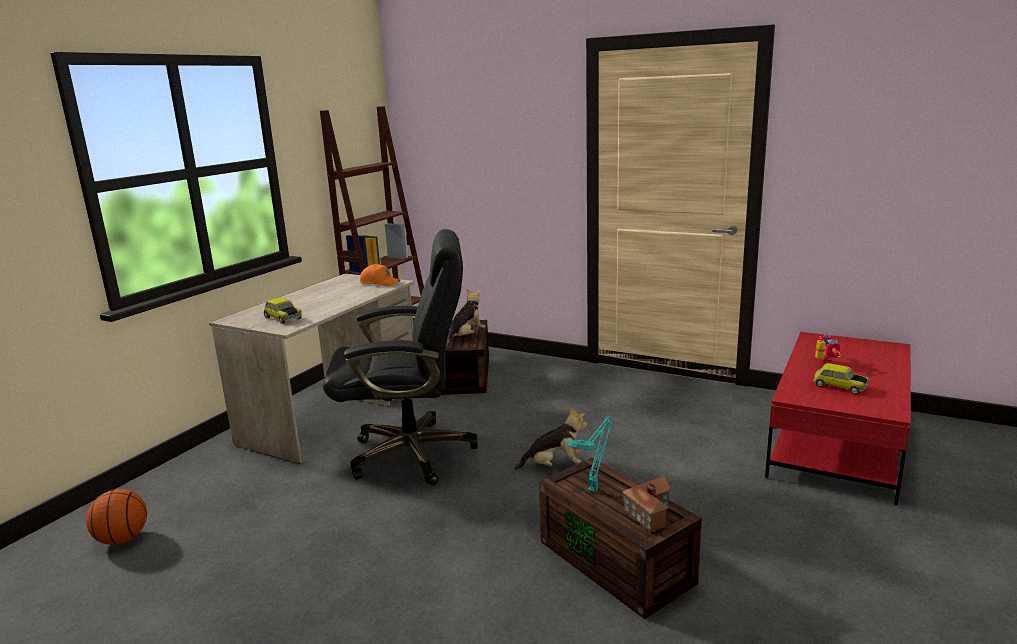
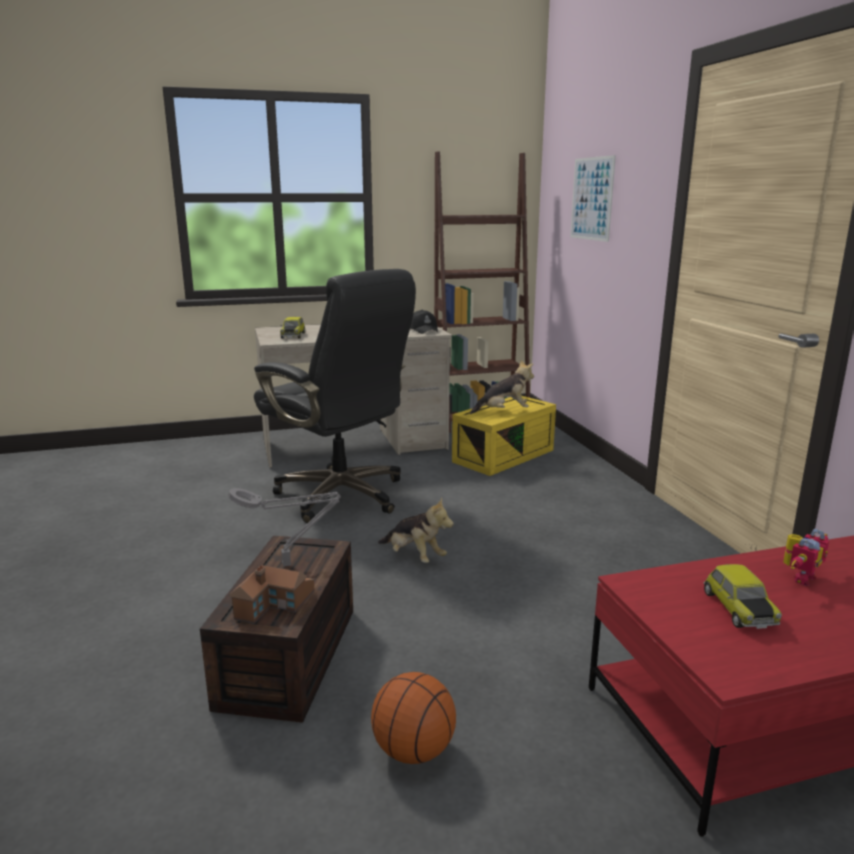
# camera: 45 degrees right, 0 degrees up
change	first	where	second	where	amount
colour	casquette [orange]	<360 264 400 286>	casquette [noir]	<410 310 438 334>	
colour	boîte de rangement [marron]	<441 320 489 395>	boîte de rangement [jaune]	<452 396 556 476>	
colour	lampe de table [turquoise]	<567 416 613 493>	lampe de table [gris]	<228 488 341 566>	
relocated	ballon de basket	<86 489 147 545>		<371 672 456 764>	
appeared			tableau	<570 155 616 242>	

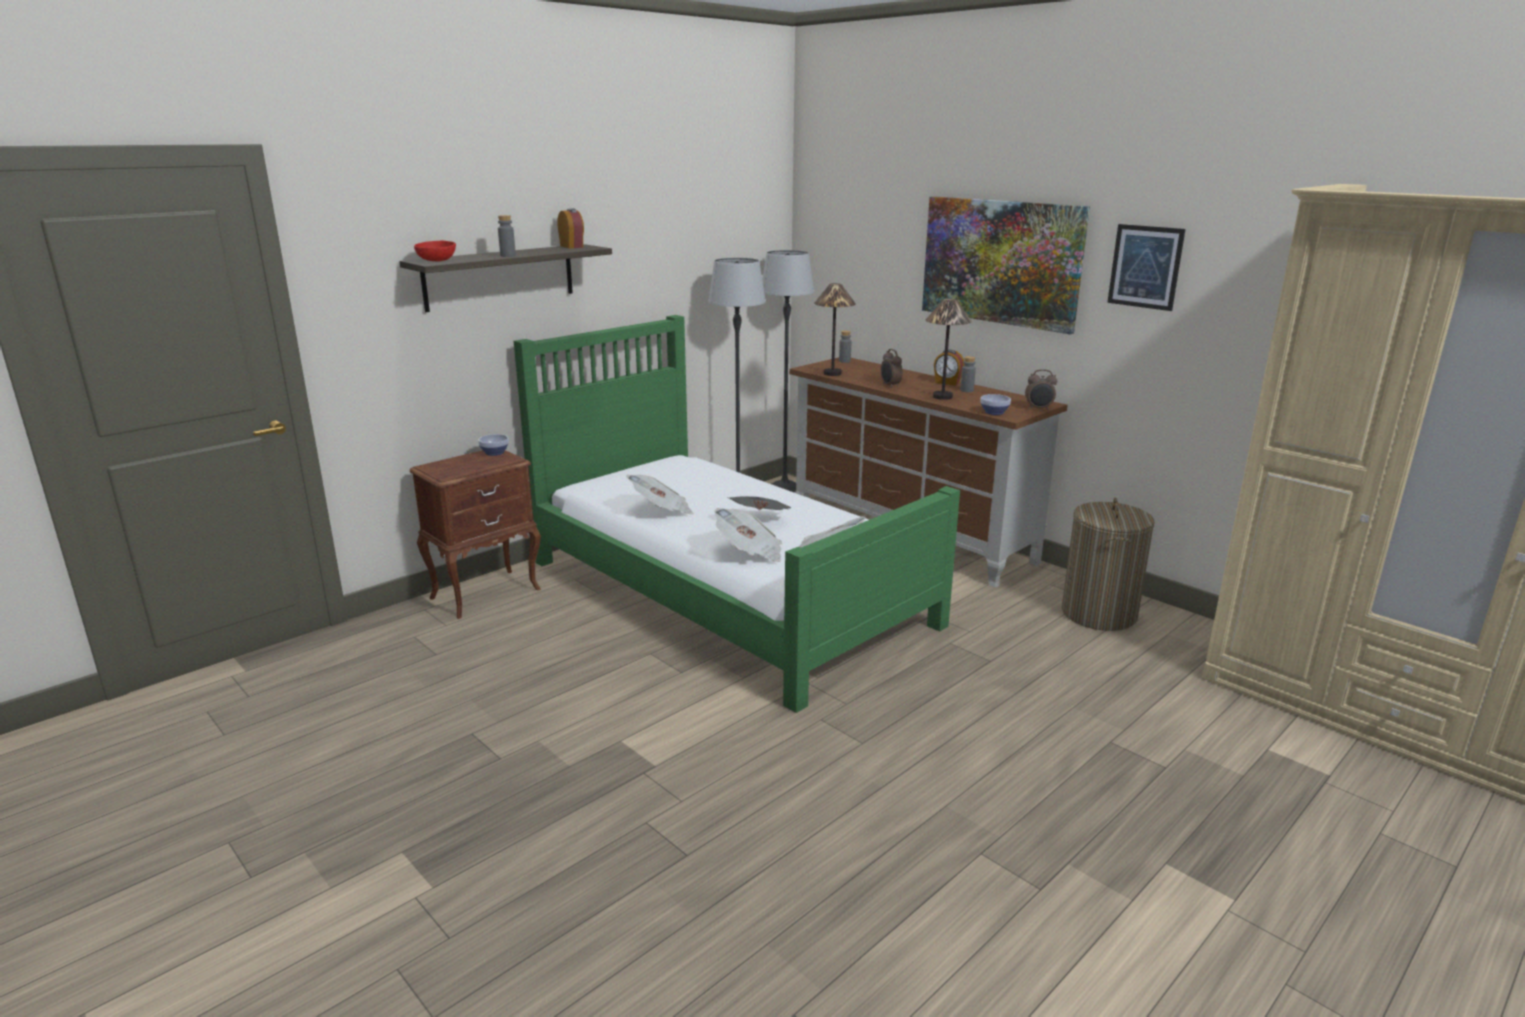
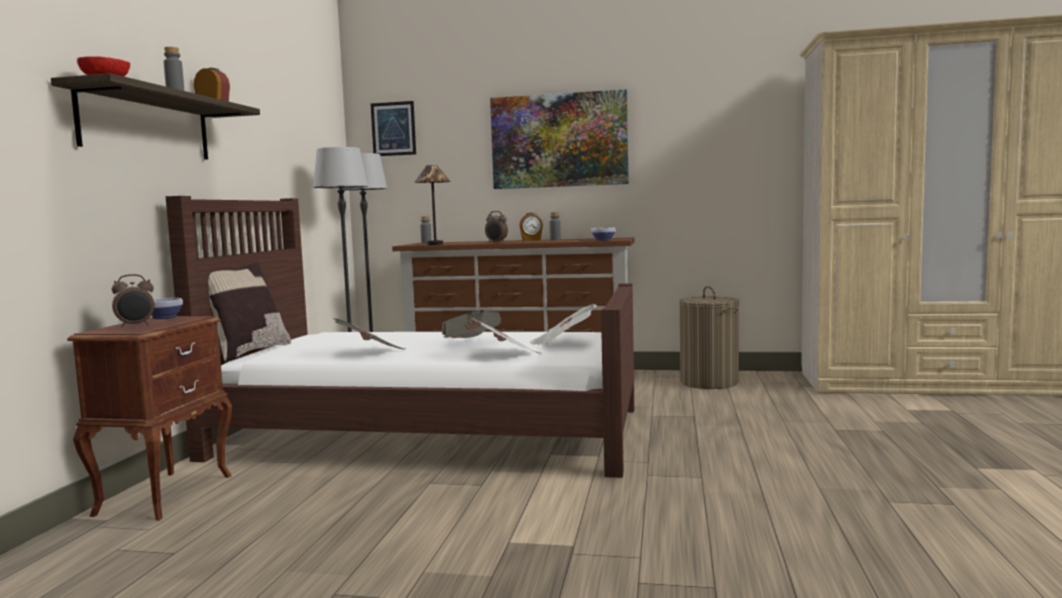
# camera: 35 degrees left, 15 degrees down
change	first	where	second	where	amount
relocated	tableau	<1107 224 1185 311>		<371 101 416 156>	
missing	lampe de table	<926 299 972 400>			
colour	lit [vert]	<514 315 960 713>	lit [marron]	<166 196 634 478>	
relocated	réveil	<1025 369 1057 410>		<112 274 155 328>	
appeared			coussin	<208 262 291 362>	

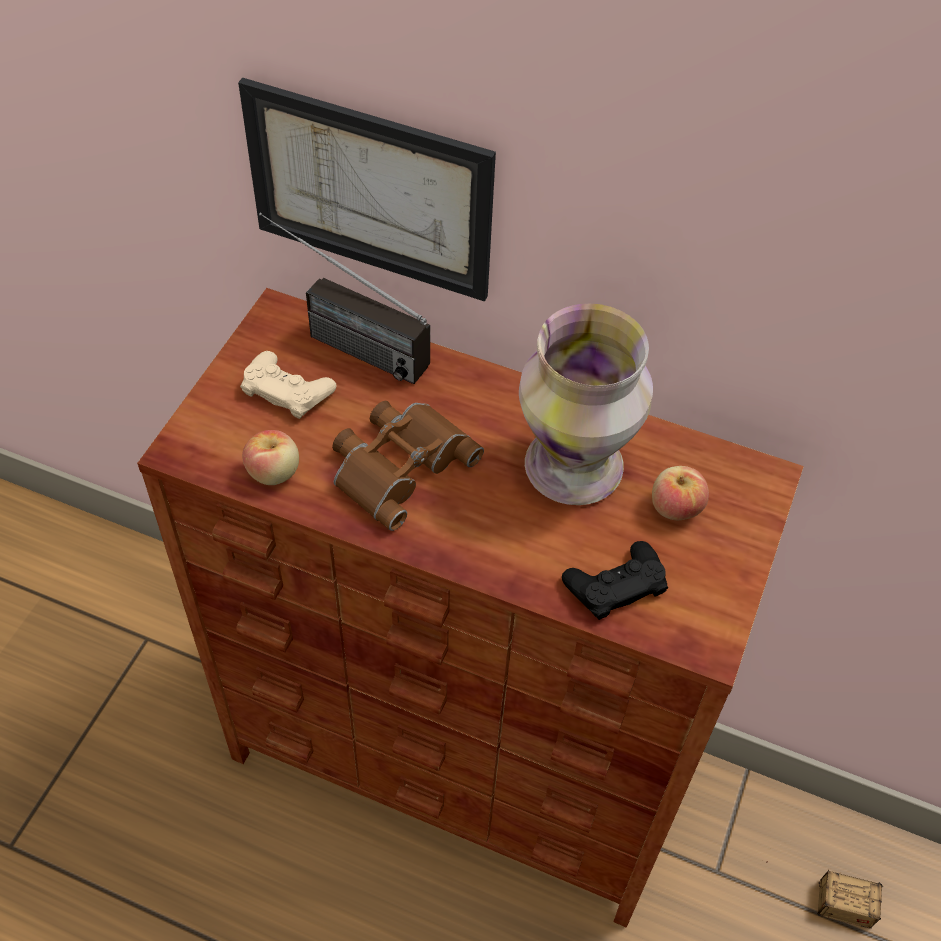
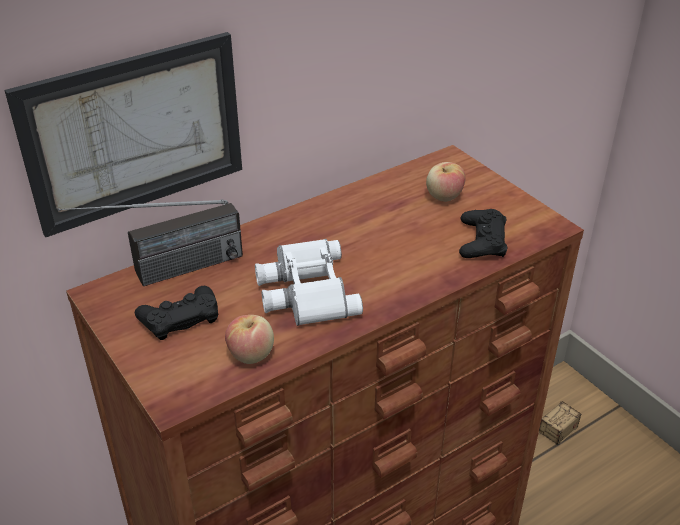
# camera: 55 degrees left, 15 degrees down
change	first	where	second	where	amount
missing	vase	<519 304 653 505>			
colour	manette [beige]	<240 351 337 419>	manette [noir]	<135 286 218 340>	
colour	jumelles [marron]	<332 400 484 531>	jumelles [blanc]	<255 239 363 326>	

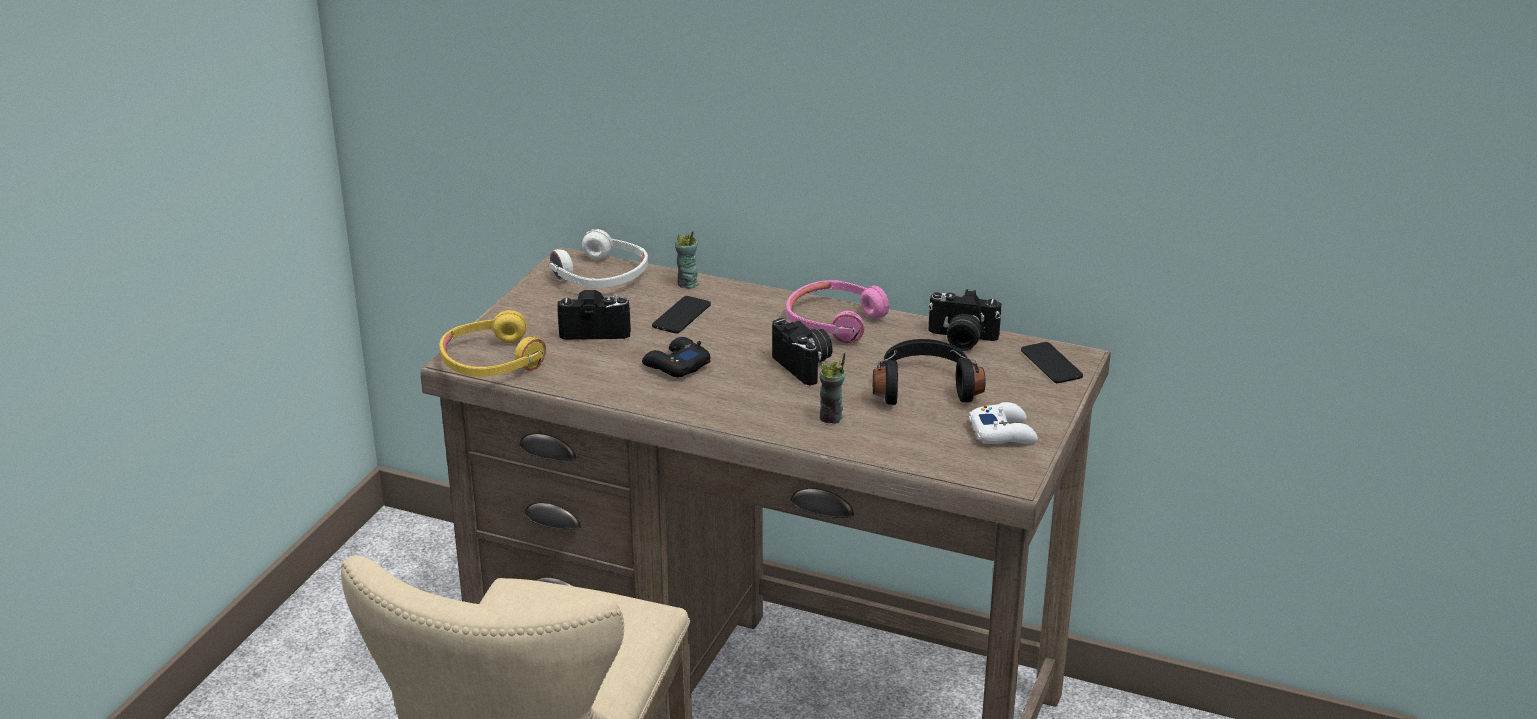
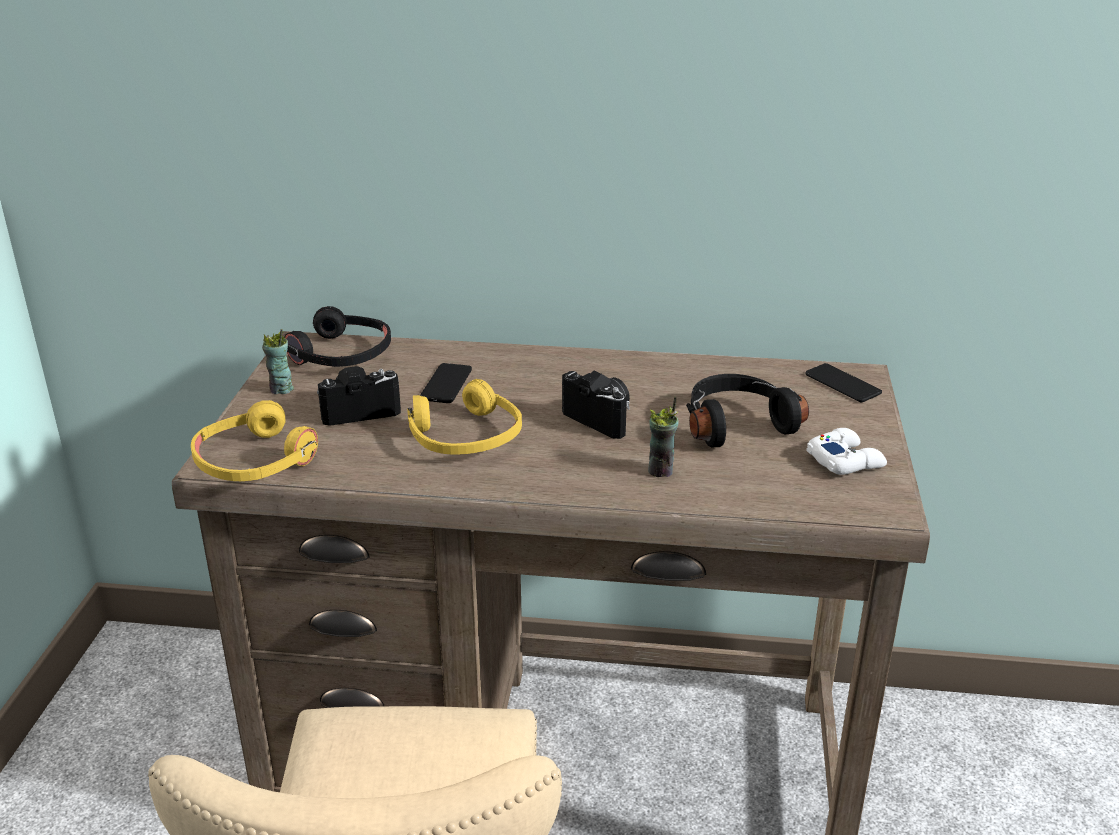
# camera: 15 degrees left, 0 degrees up
change	first	where	second	where	amount
colour	casque audio [blanc]	<548 229 648 288>	casque audio [noir]	<284 306 391 367>	
relocated	tasse	<675 231 699 289>		<262 329 294 394>	
missing	casque audio [rose]	<786 280 889 344>			
missing	appareil photo	<928 289 1001 351>			
exchanged	manette [noir]	<642 337 710 377>	casque audio [jaune]	<407 379 522 455>	

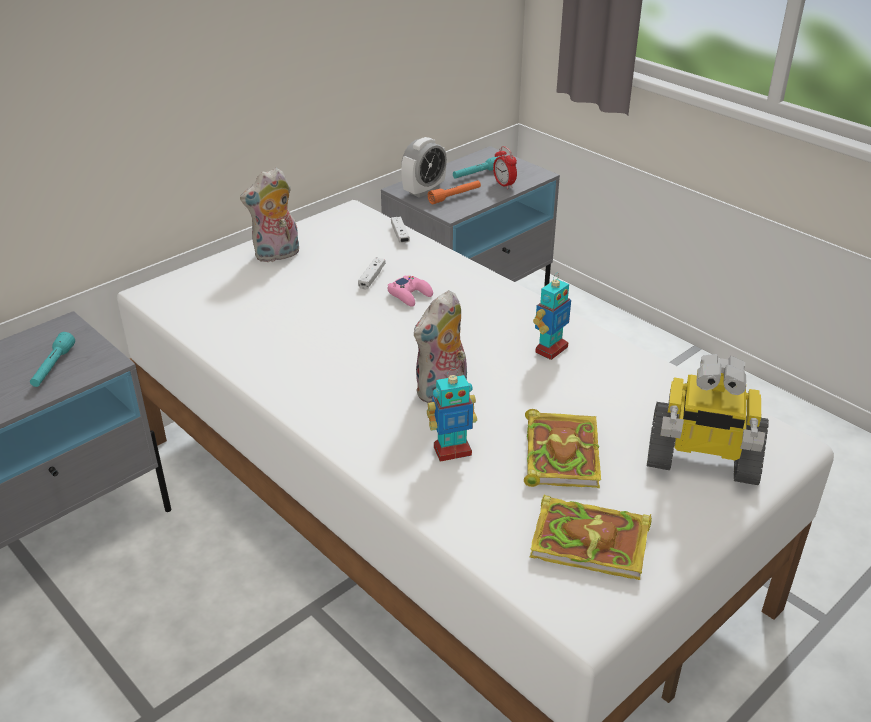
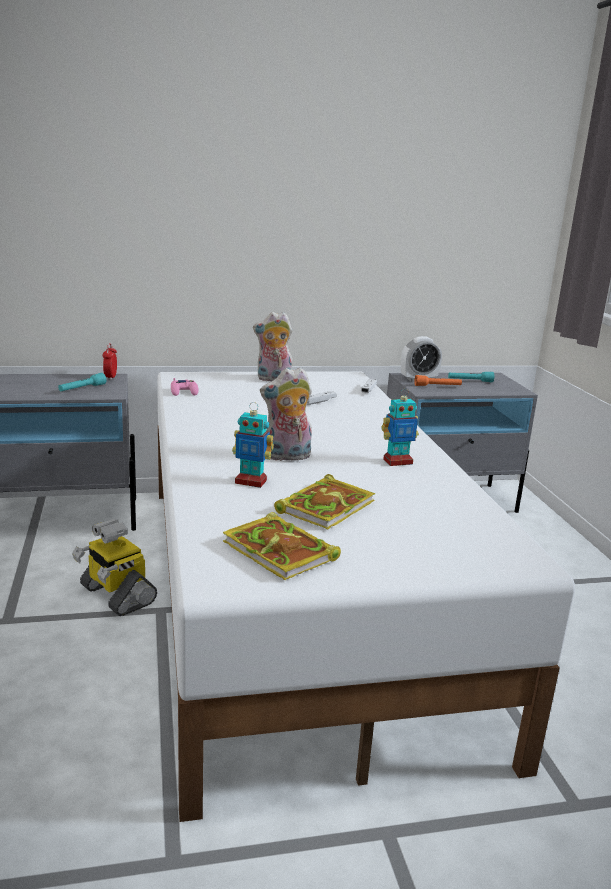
# camera: 30 degrees right, 15 degrees down
change	first	where	second	where	amount
relocated	réveil	<493 146 517 189>		<102 343 117 380>	
relocated	manette [rose]	<387 275 433 307>		<171 378 199 396>	
relocated	robot jouet	<647 354 769 485>		<72 519 157 616>	

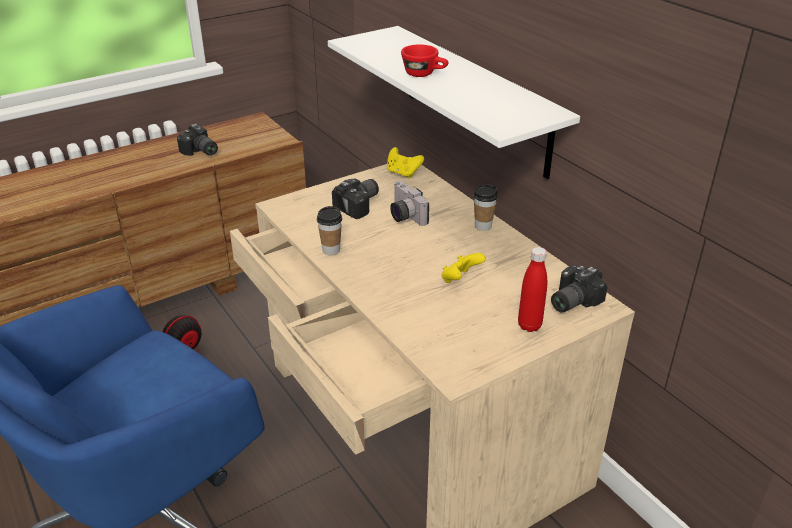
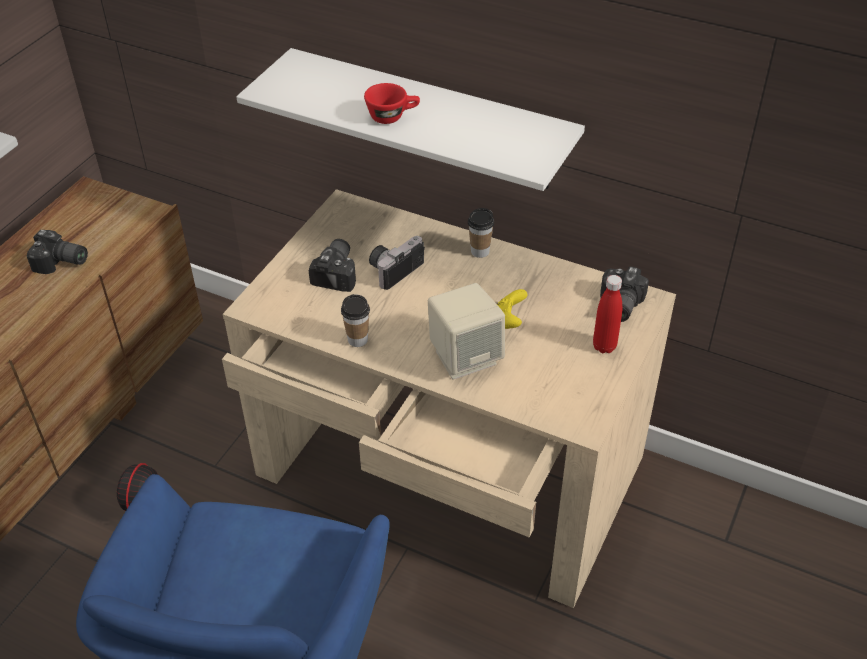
# camera: 30 degrees left, 10 degrees up
change	first	where	second	where	amount
missing	manette [jaune]	<387 147 424 178>			
spun	appareil photo	<390 181 429 226>		<369 236 425 290>	105 degrees clockwise
appeared			enceinte [beige]	<428 283 505 380>	

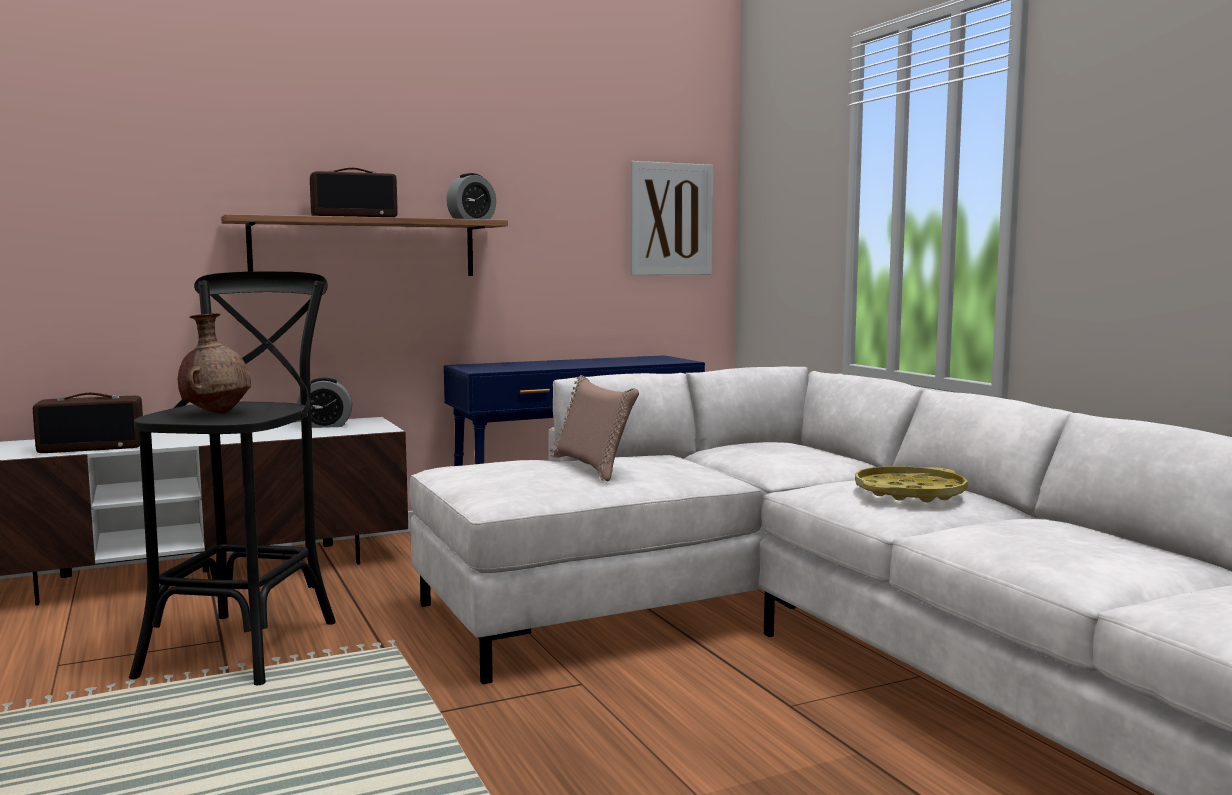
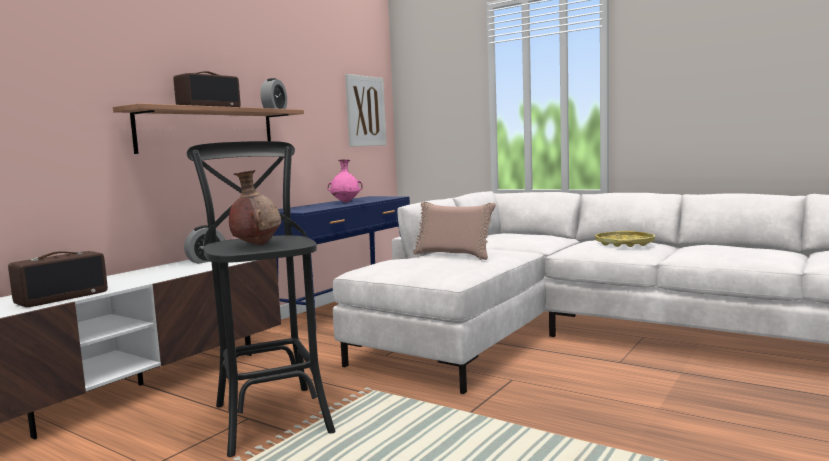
# camera: 30 degrees left, 0 degrees up
change	first	where	second	where	amount
appeared			vase [rose]	<327 159 363 202>	

